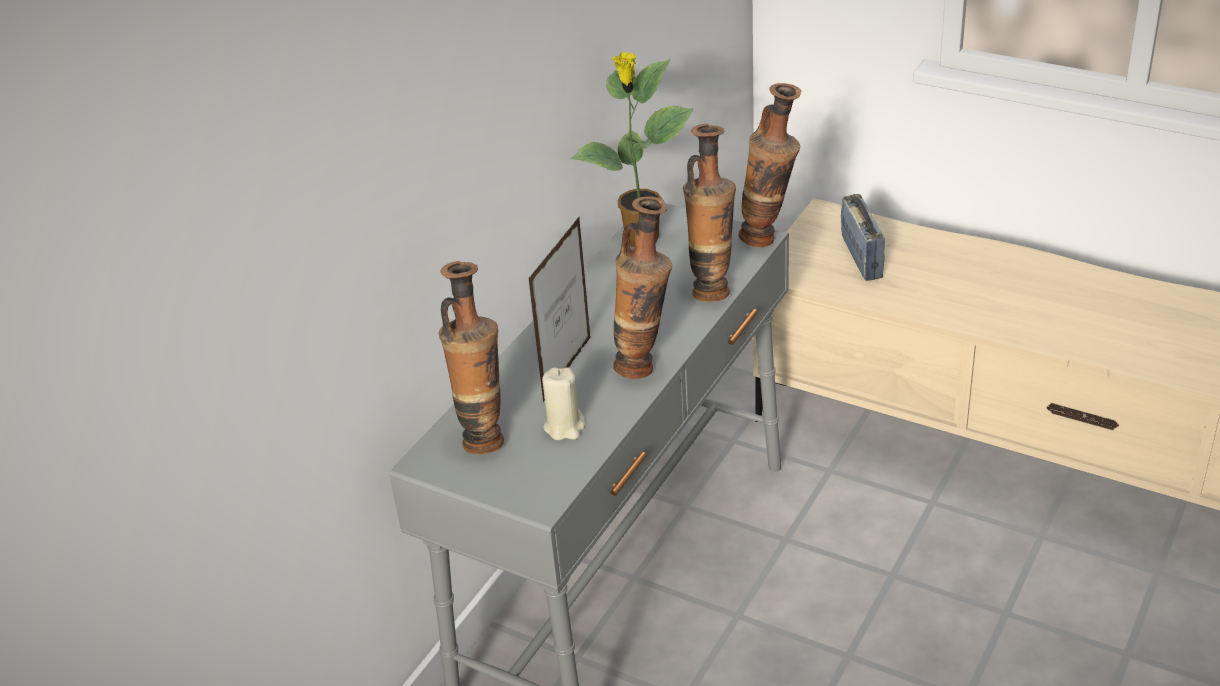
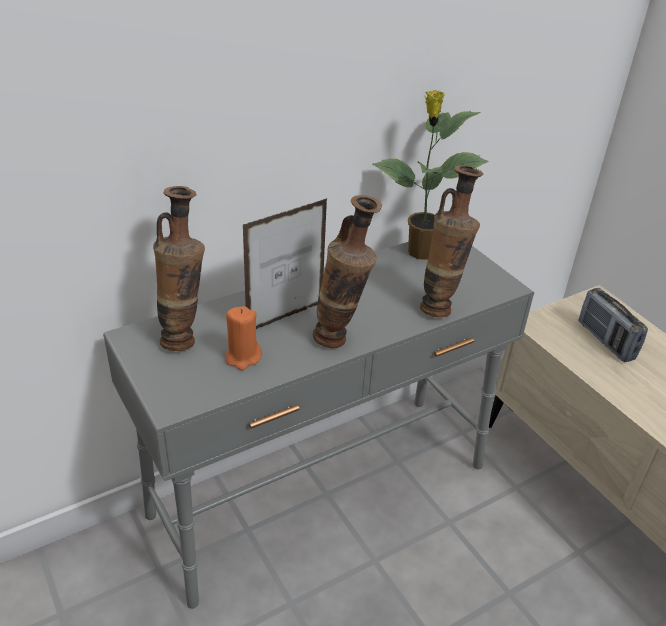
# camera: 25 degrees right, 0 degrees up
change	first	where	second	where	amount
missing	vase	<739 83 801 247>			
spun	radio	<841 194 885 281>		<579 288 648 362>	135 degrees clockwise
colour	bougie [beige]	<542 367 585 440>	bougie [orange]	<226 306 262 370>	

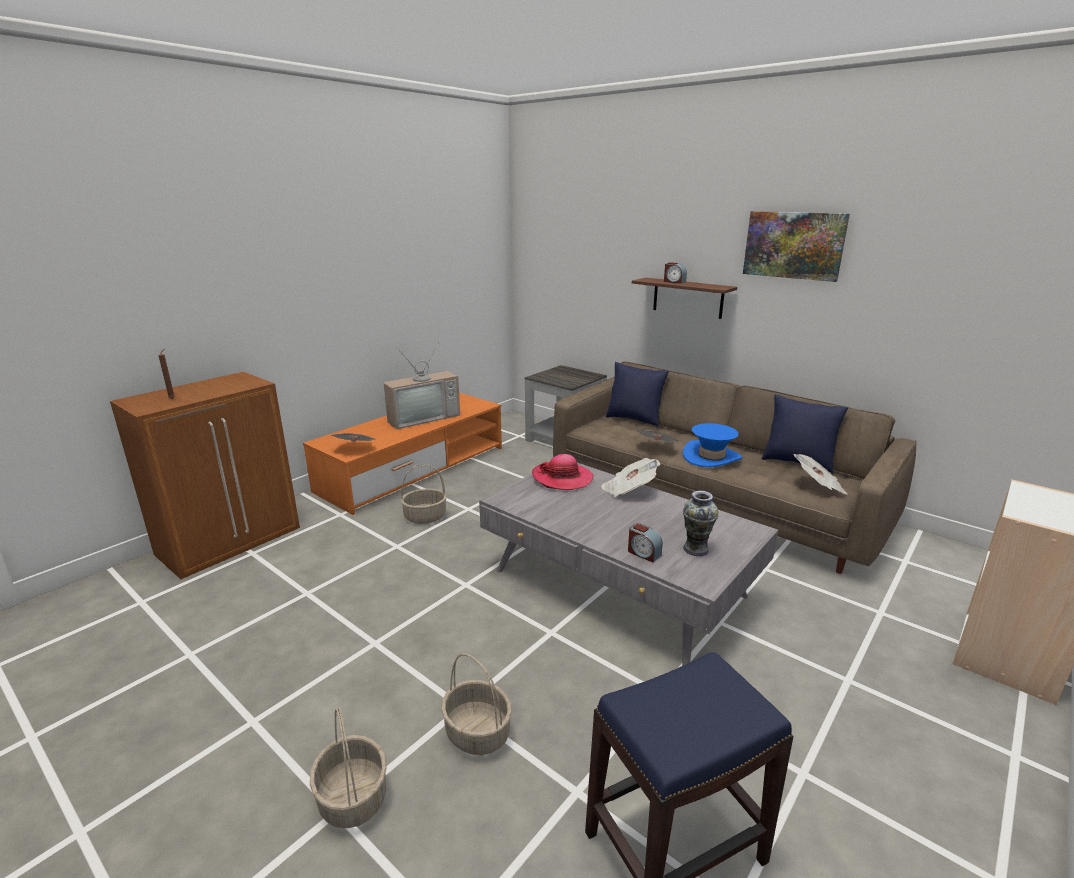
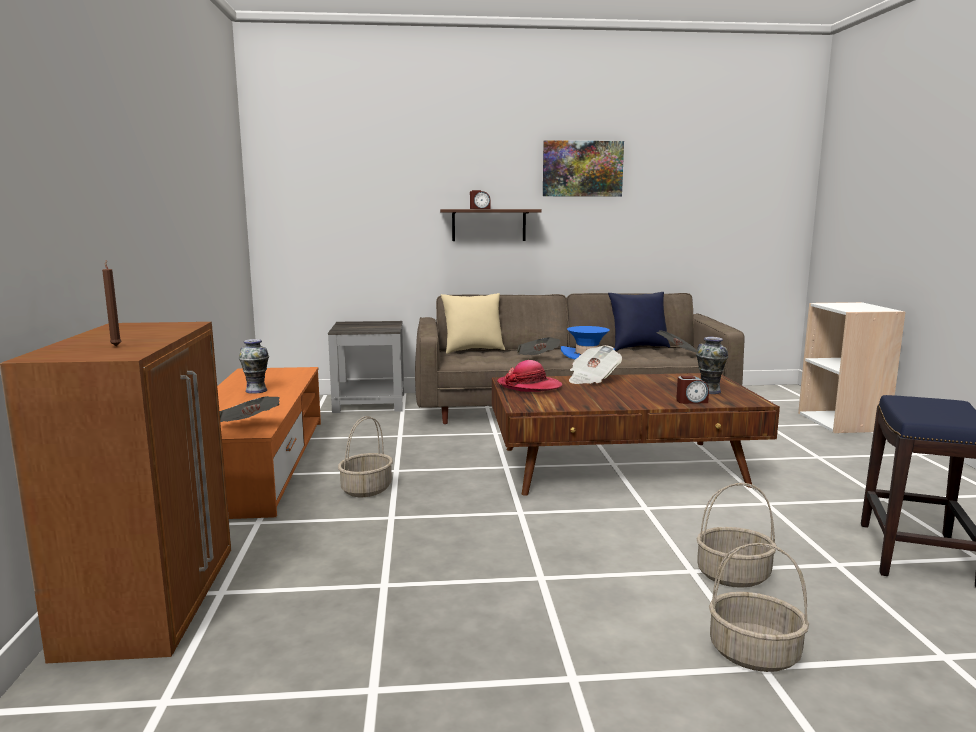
# camera: 45 degrees left, 10 degrees down
change	first	where	second	where	amount
exchanged	téléviseur	<384 341 460 429>	vase	<239 339 269 394>	
colour	coussin [bleu]	<606 362 669 427>	coussin [beige]	<441 293 505 354>	
colour	table basse [gris]	<479 463 778 666>	table basse [marron]	<492 373 780 496>	

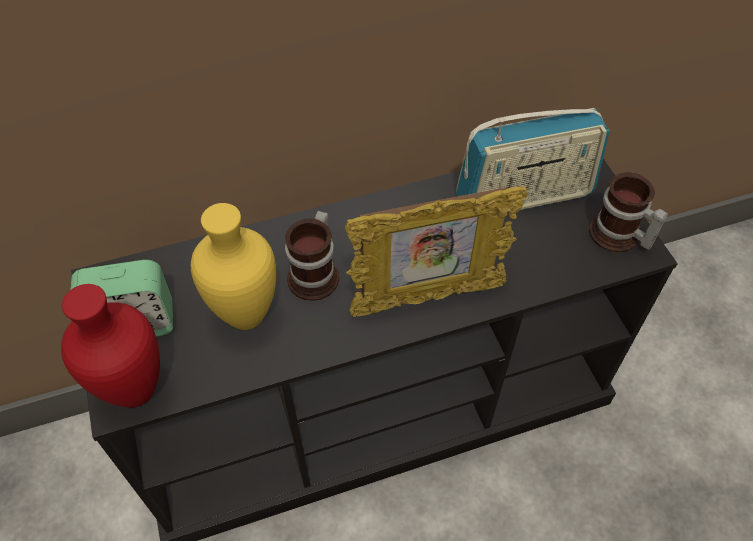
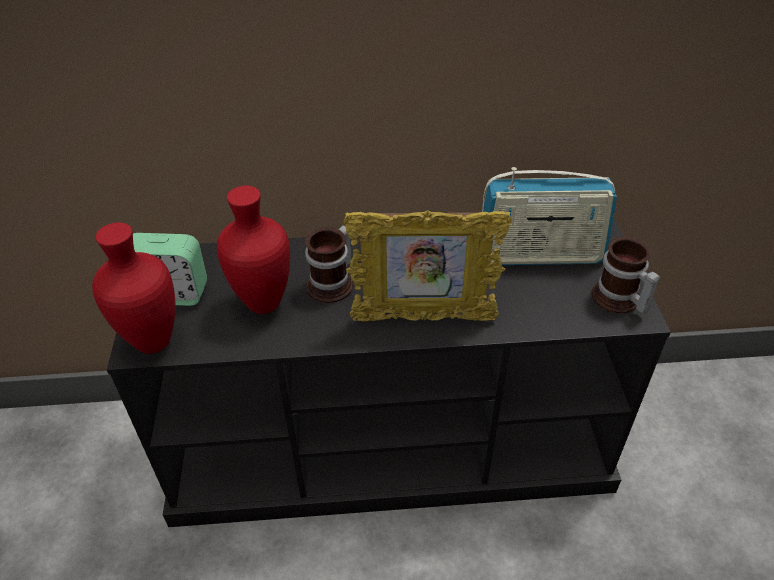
# camera: 15 degrees right, 10 degrees down
change	first	where	second	where	amount
colour	vase [jaune]	<191 203 276 330>	vase [rouge]	<217 185 290 314>	

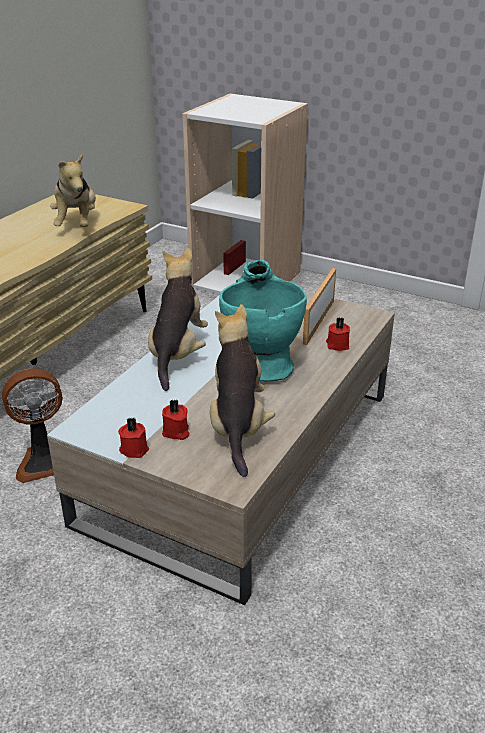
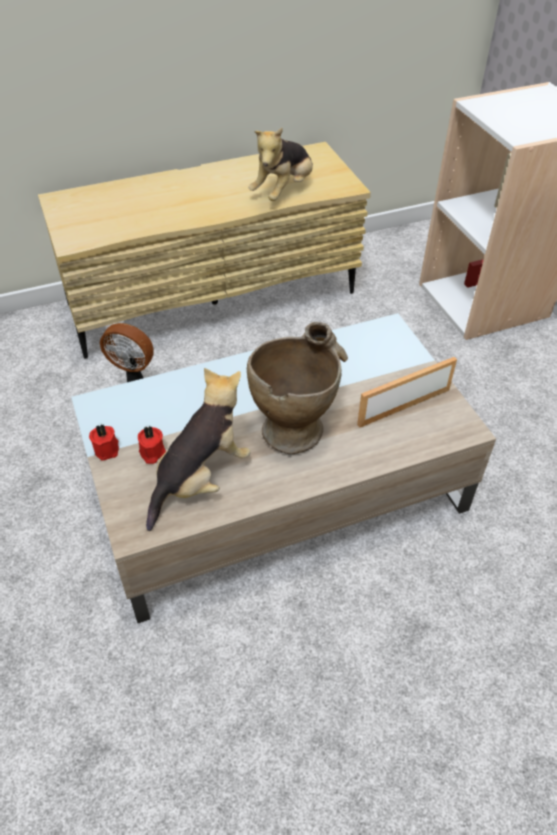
# camera: 40 degrees right, 15 degrees up
change	first	where	second	where	amount
missing	peluche	<148 248 208 391>			
colour	vase [turquoise]	<219 260 307 381>	vase [beige]	<247 322 348 454>	
missing	bougie [rouge]	<326 317 350 351>			

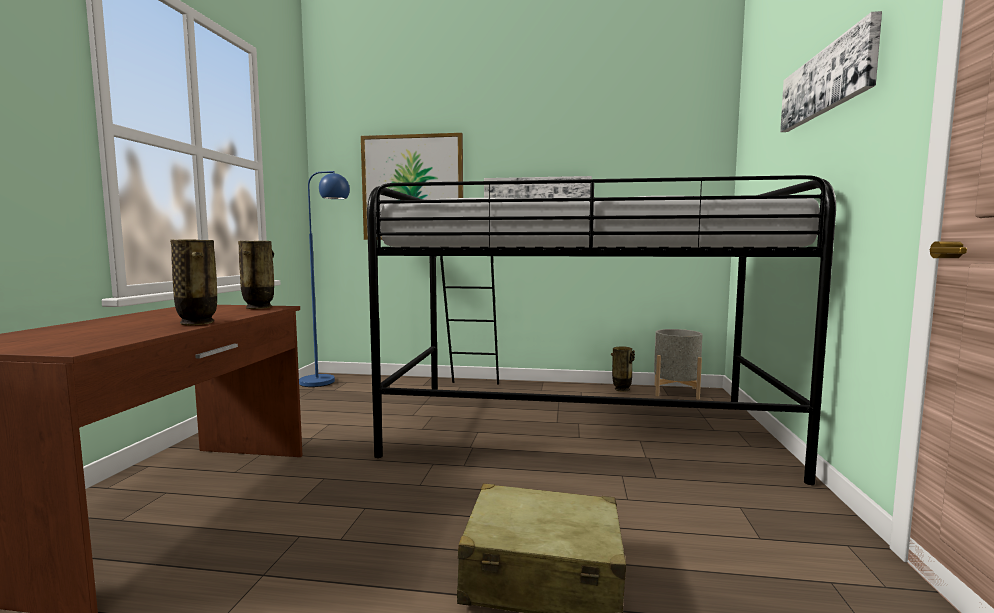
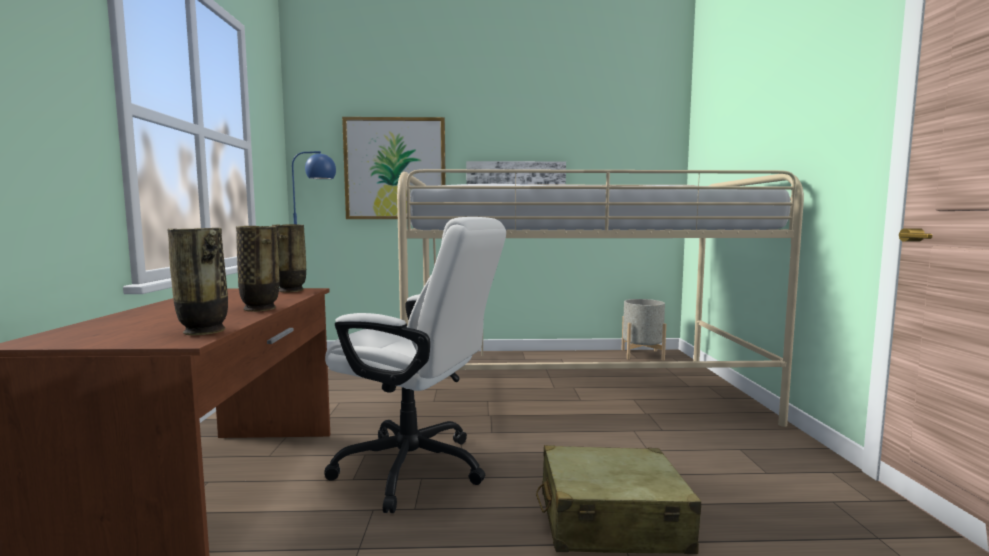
# camera: 10 degrees left, 0 degrees up
change	first	where	second	where	amount
missing	tableau	<780 11 882 132>			
colour	lit [noir]	<367 175 836 485>	lit [beige]	<397 169 804 427>	
relocated	vase	<611 346 635 392>		<167 228 228 335>	
appeared			chaise de bureau [blanc]	<324 217 506 513>	

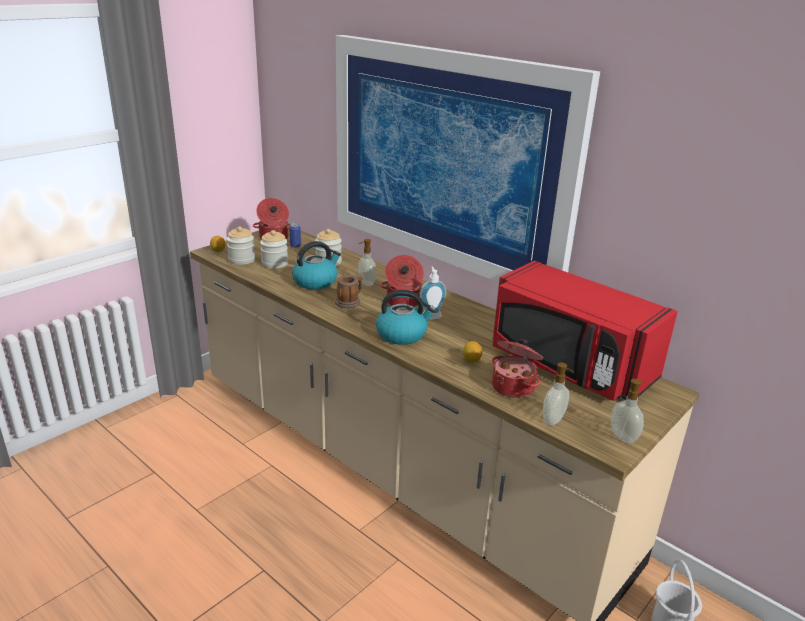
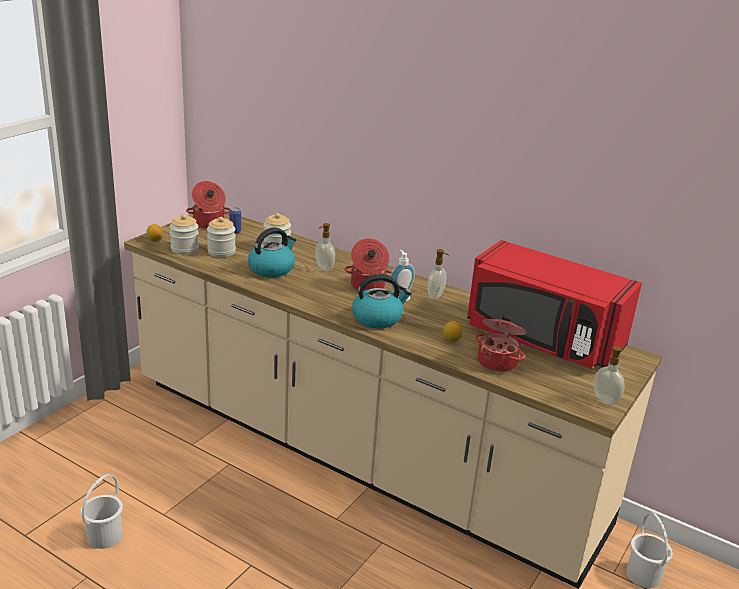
# camera: 10 degrees left, 0 degrees up
change	first	where	second	where	amount
missing	tableau	<336 35 600 282>			
missing	mug	<335 275 363 308>			
relocated	distributeur de savon	<543 362 574 425>		<427 249 449 299>	
appeared			seau [blanc]	<81 474 123 549>	

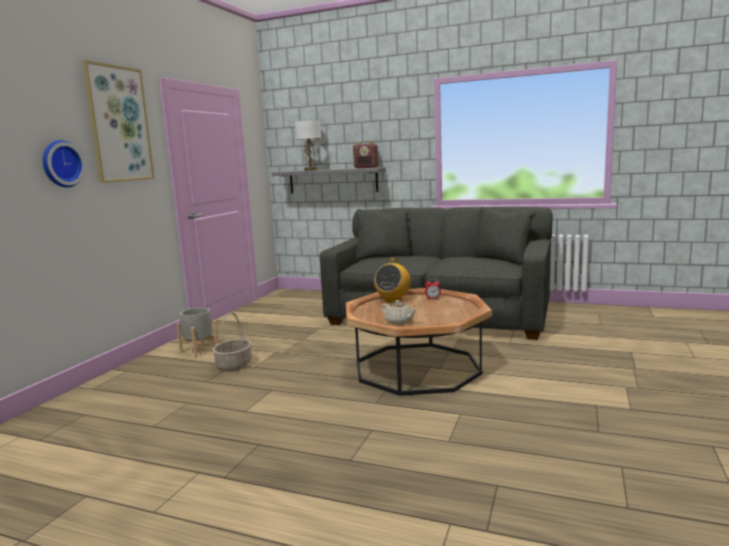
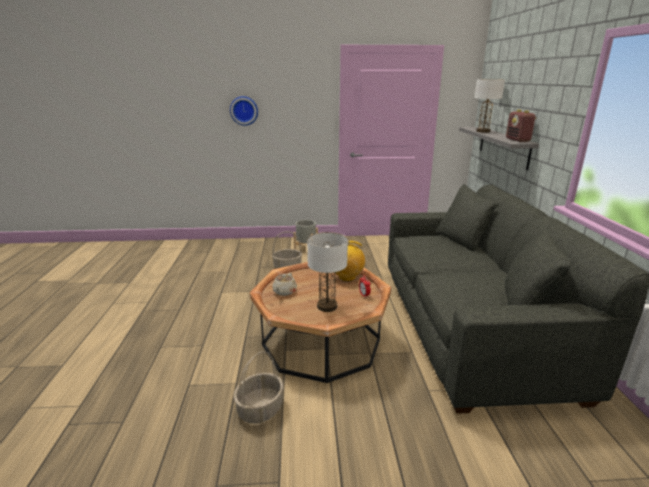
# camera: 65 degrees right, 10 degrees up
change	first	where	second	where	amount
missing	tableau	<82 60 155 183>			
appeared			lampe de table	<307 232 348 312>	
appeared			panier	<234 351 283 423>	

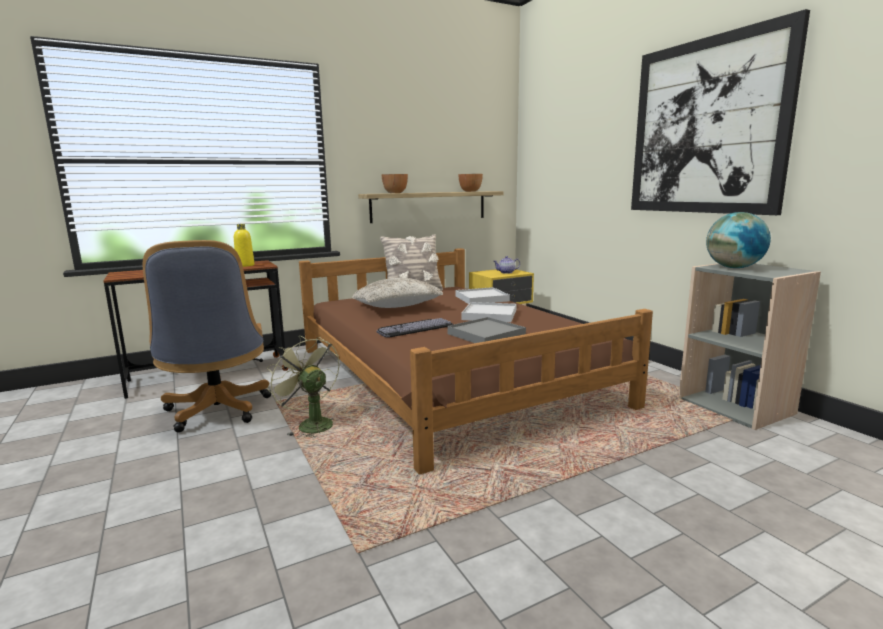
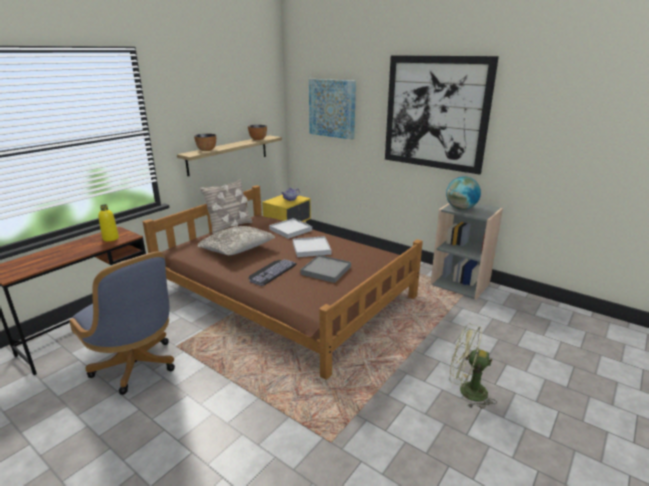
# camera: 25 degrees left, 10 degrees up
change	first	where	second	where	amount
relocated	ventilateur [vert]	<266 336 340 438>		<449 323 497 409>	
appeared			tableau	<309 79 356 140>	

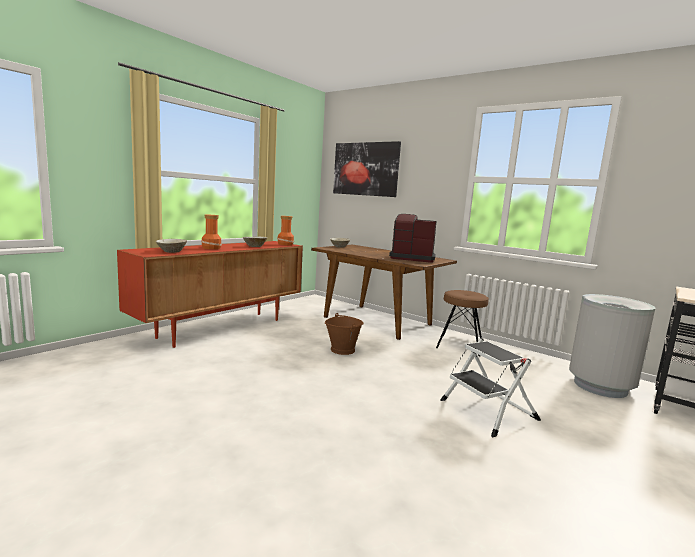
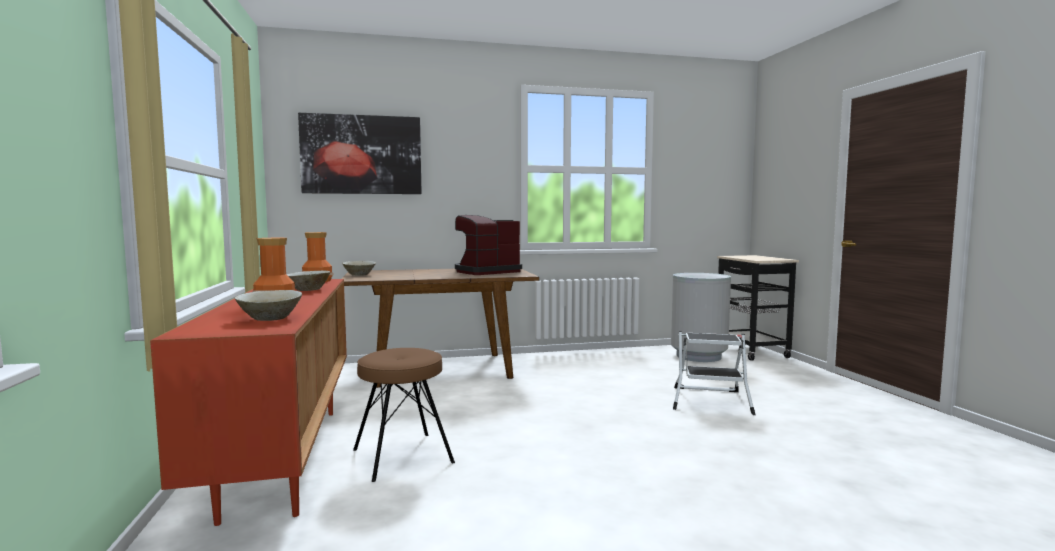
# camera: 50 degrees left, 5 degrees down
change	first	where	second	where	amount
relocated	tabouret [marron]	<436 290 489 356>		<353 348 455 482>	
missing	seau [marron]	<325 313 364 355>			

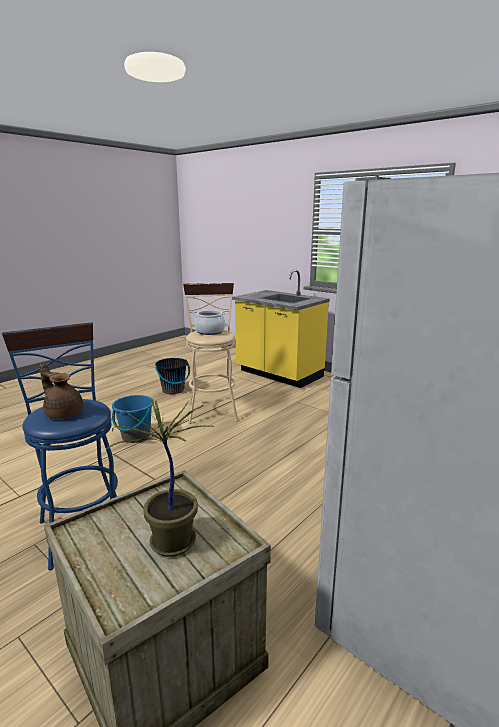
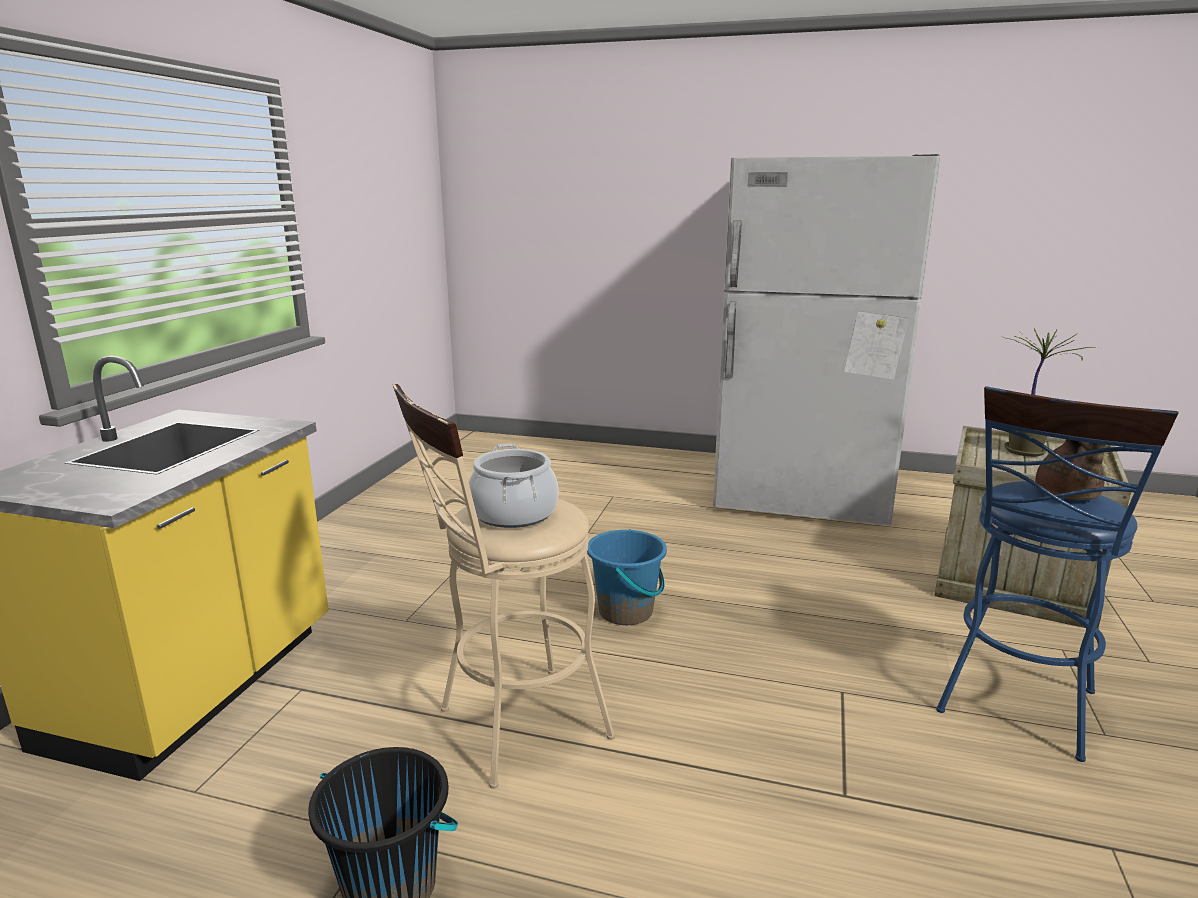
# camera: 115 degrees left, 0 degrees up
change	first	where	second	where	amount
relocated	seau [bleu]	<112 395 154 443>		<587 529 667 625>	

